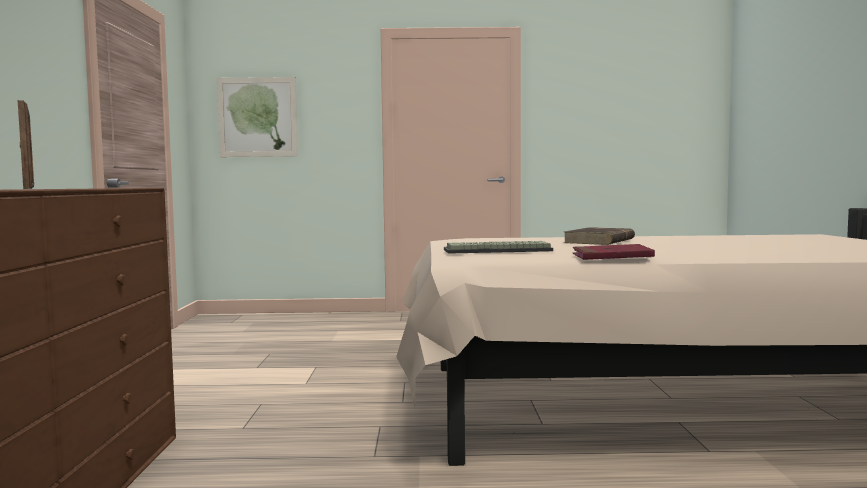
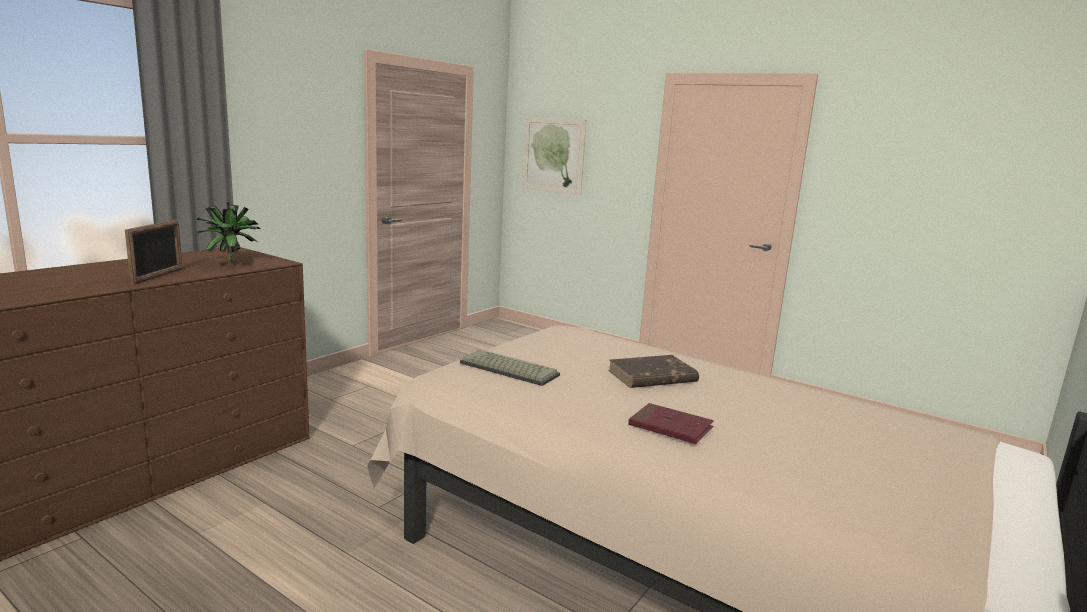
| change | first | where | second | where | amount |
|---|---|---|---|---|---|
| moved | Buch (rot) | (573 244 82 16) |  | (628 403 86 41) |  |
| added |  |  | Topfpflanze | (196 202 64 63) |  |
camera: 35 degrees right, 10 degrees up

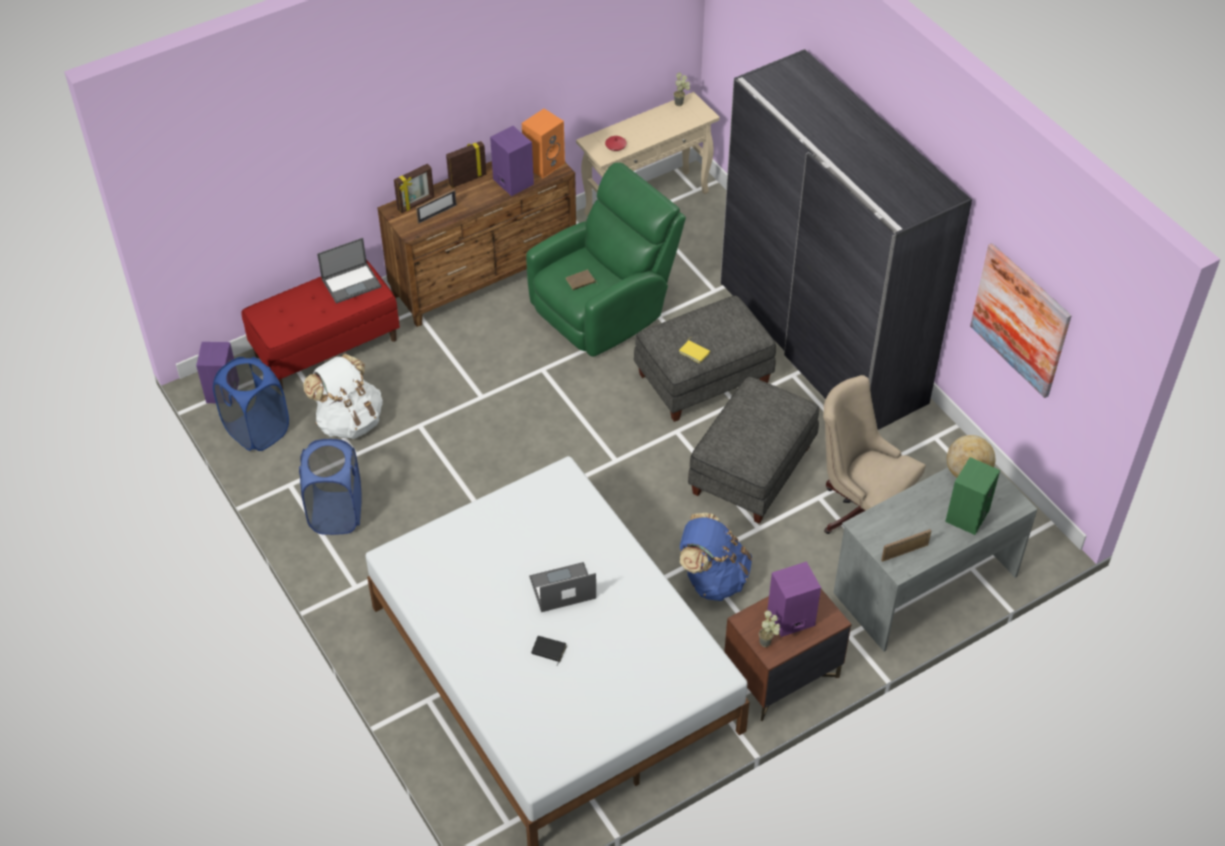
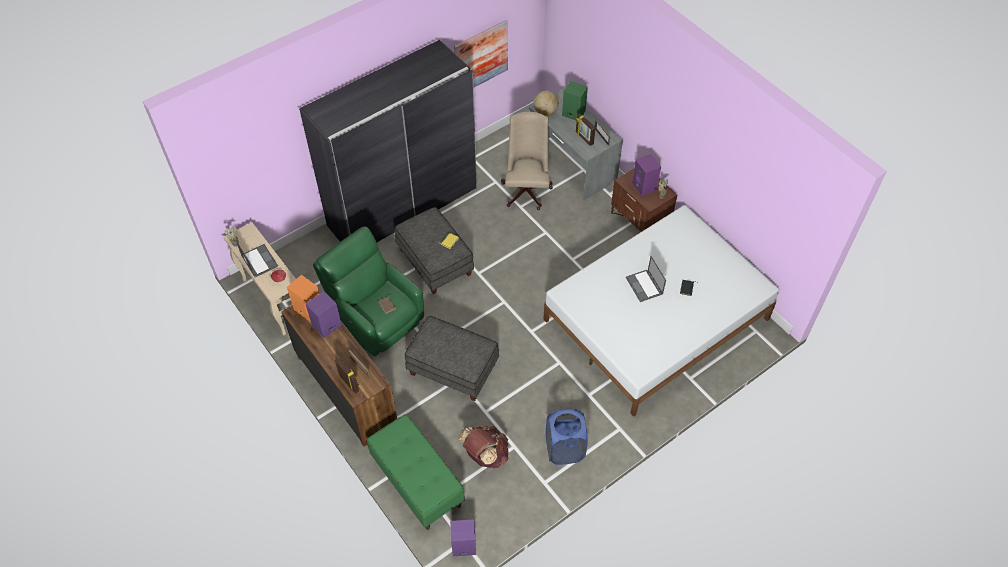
| change | first | where | second | where | amount |
|---|---|---|---|---|---|
| moved | Bilderrahmen | (446 141 40 47) |  | (576 113 20 33) |  |
| moved | Laptop | (317 238 64 66) |  | (236 241 42 36) |  |
| recoloured | Bank (rot) | (241 260 159 129) | Bank (grün) | (367 414 98 116) |  |
| recoloured | Rucksack (weiß) | (303 354 80 85) | Rucksack (braun) | (457 426 51 42) |  |
| removed | Wäschekorb (blau) | (213 357 76 94) |  |  |  |
| turned | Bürostuhl (beige) | (823 375 103 159) |  | (501 111 52 99) | 150 degrees clockwise |
| moved | Polsterhocker (grau) | (688 377 131 147) |  | (405 316 94 85) |  |
| removed | Rucksack (blau) | (680 513 72 88) |  |  |  |
camera: 95 degrees left, 5 degrees up

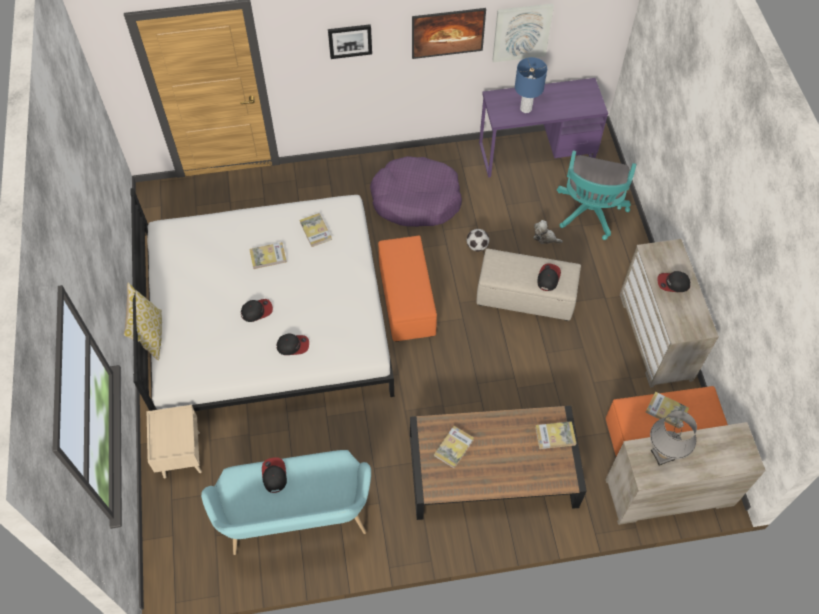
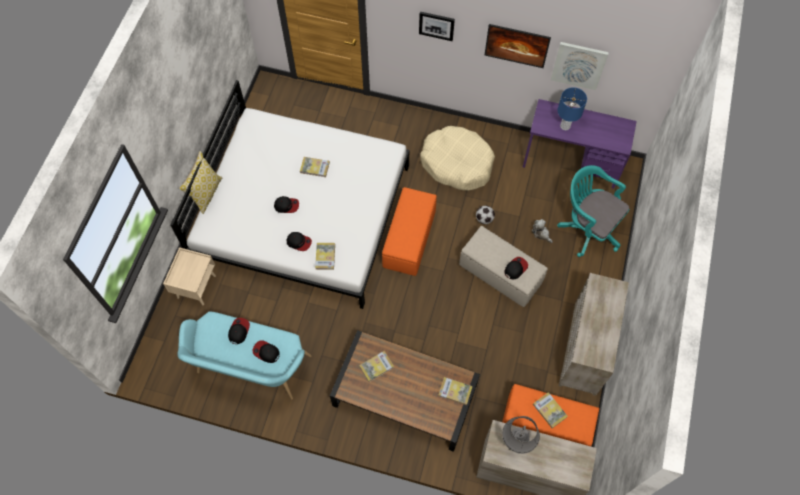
| change | first | where | second | where | amount |
|---|---|---|---|---|---|
| turned | Bürostuhl (türkis) | (557 150 79 90) |  | (557 165 72 92) | 90 degrees clockwise |
| recoloured | Hundebett (lila) | (370 156 92 71) | Hundebett (beige) | (420 126 75 65) |  |
| moved | Buch | (300 213 32 34) |  | (315 243 20 27) |  |
| moved | Kappe | (657 271 33 21) |  | (252 340 28 23) |  |
camera: 25 degrees right, 5 degrees up

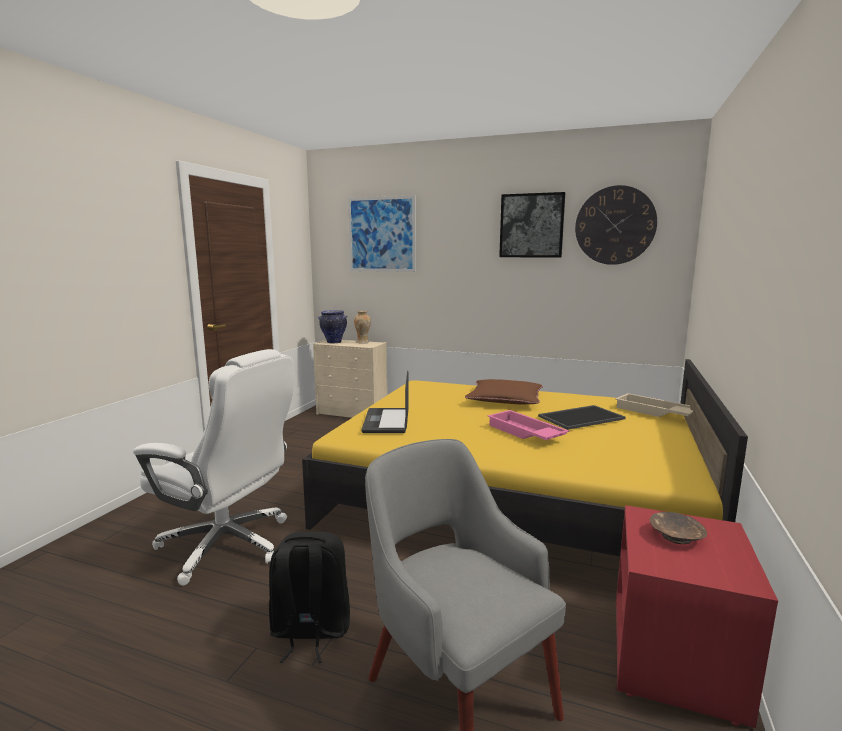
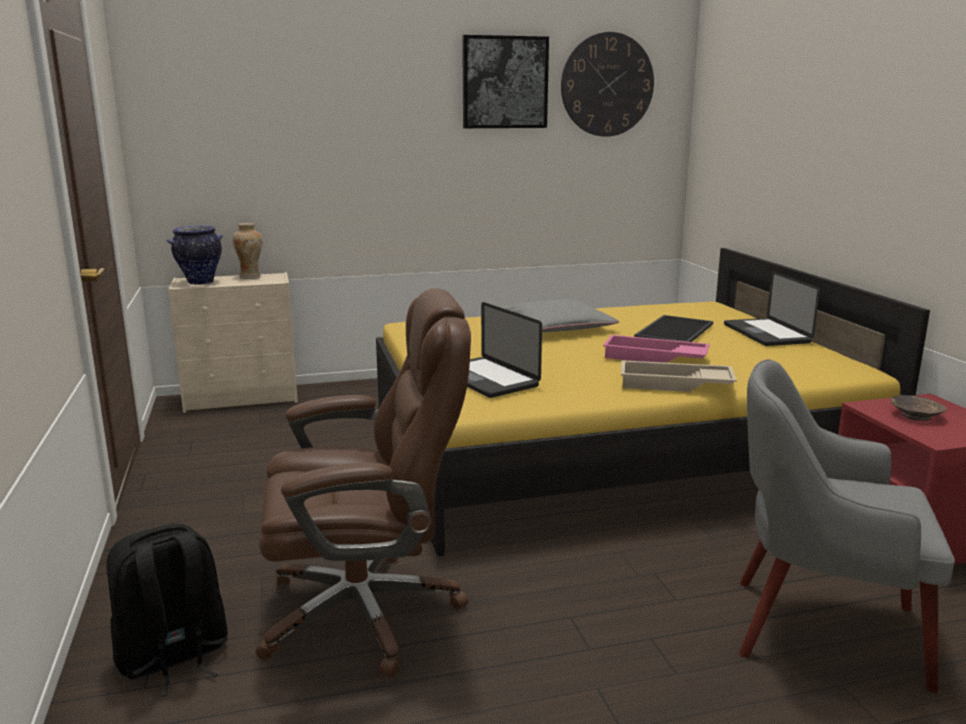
| change | first | where | second | where | amount |
|---|---|---|---|---|---|
| removed | Bild | (348 195 68 77) |  |  |  |
| recoloured | Bürostuhl (weiß) | (133 349 161 237) | Bürostuhl (braun) | (255 288 216 390) |  |
| recoloured | Kissen (braun) | (465 379 78 26) | Kissen (grau) | (501 299 118 33) |  |
| moved | Tablett (beige) | (615 393 78 24) |  | (621 360 116 32) |  |
| moved | Rucksack (schwarz) | (269 532 81 131) |  | (107 523 121 174) |  |
| added |  |  | Laptop | (724 271 96 75) |  |
camera: 35 degrees left, 5 degrees up

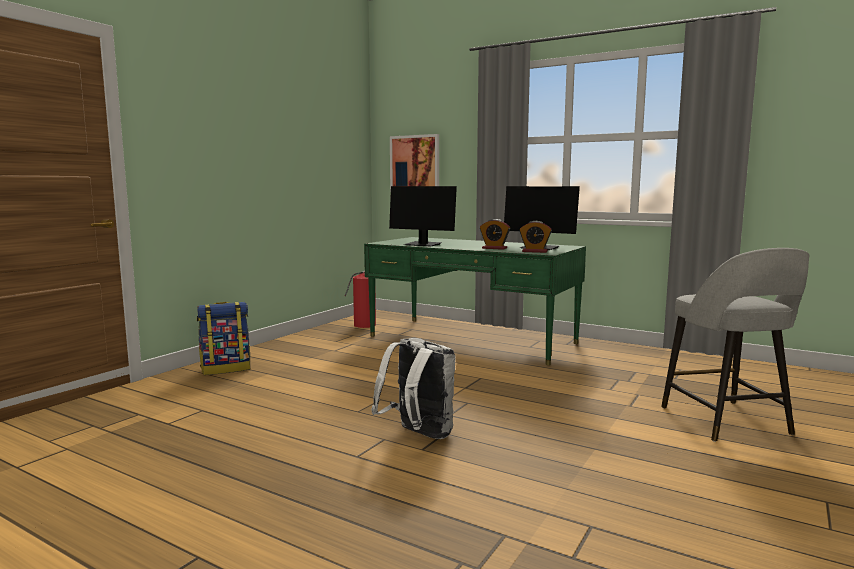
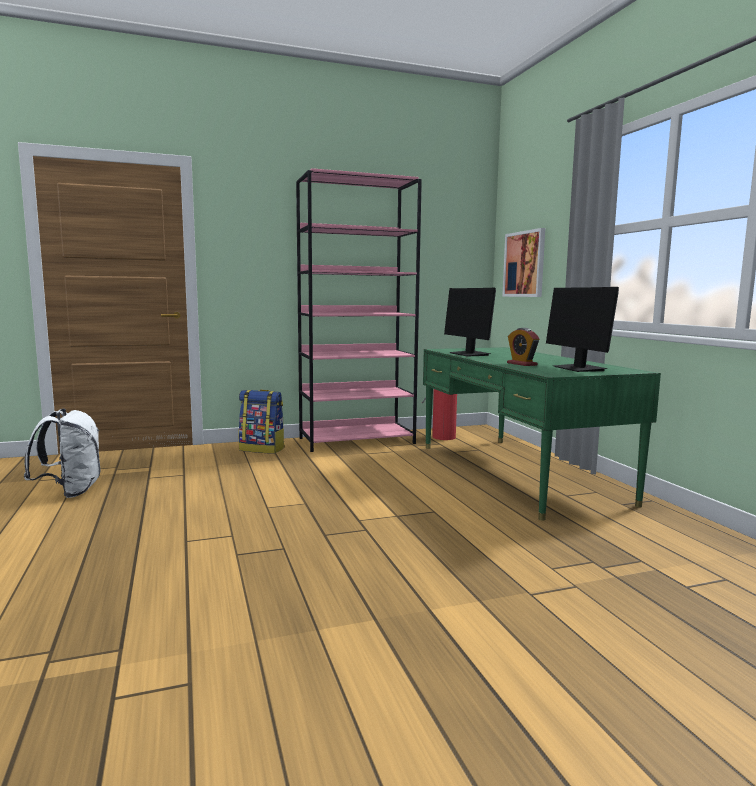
| change | first | where | second | where | amount |
|---|---|---|---|---|---|
| removed | Wecker | (519 221 33 32) |  |  |  |
| removed | Hocker (grau) | (661 248 149 194) |  |  |  |
| moved | Rucksack (weiß) | (371 338 84 101) |  | (24 409 76 89) |  |
| added |  |  | Bücherregal (rosa) | (296 168 126 284) |  |
camera: 40 degrees right, 0 degrees up

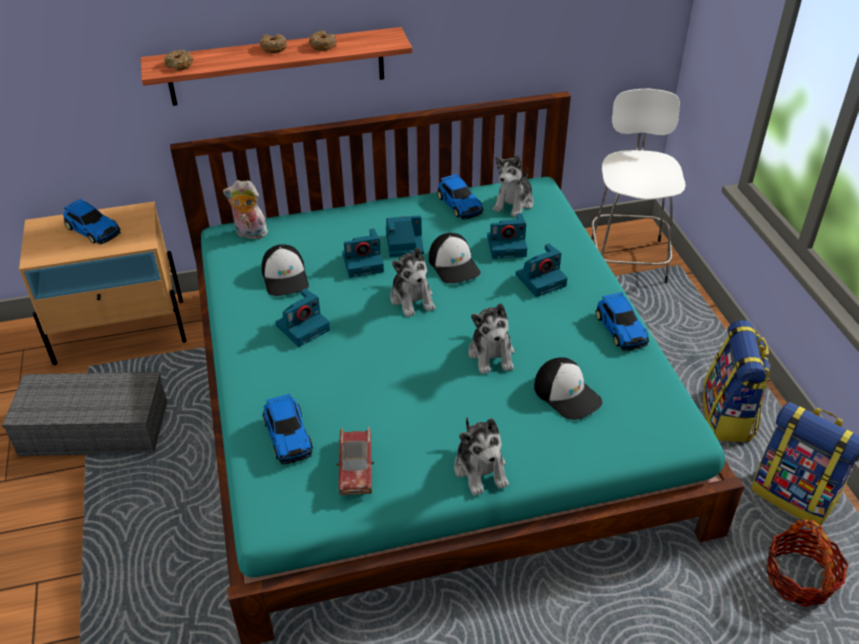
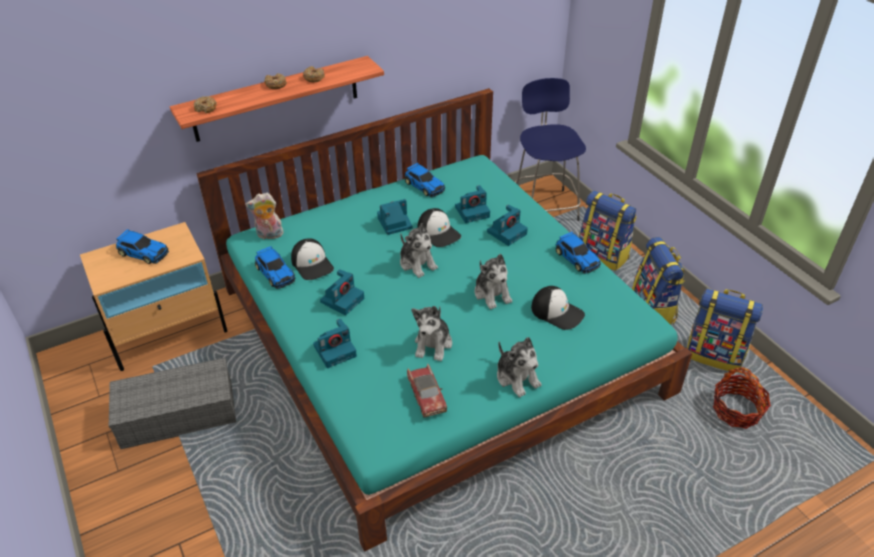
| change | first | where | second | where | amount |
|---|---|---|---|---|---|
| recoloured | Hocker (weiß) | (591 89 95 194) | Hocker (blau) | (515 78 71 143) |  |
| moved | Plüschtier | (493 155 41 62) |  | (412 306 40 55) |  |
| moved | Kamera | (342 229 42 49) |  | (313 319 44 49) |  |
| moved | Spielzeugauto | (262 394 51 70) |  | (255 246 40 43) |  |
| added |  |  | Rucksack | (579 190 58 81) |  |
camera: 15 degrees left, 0 degrees up

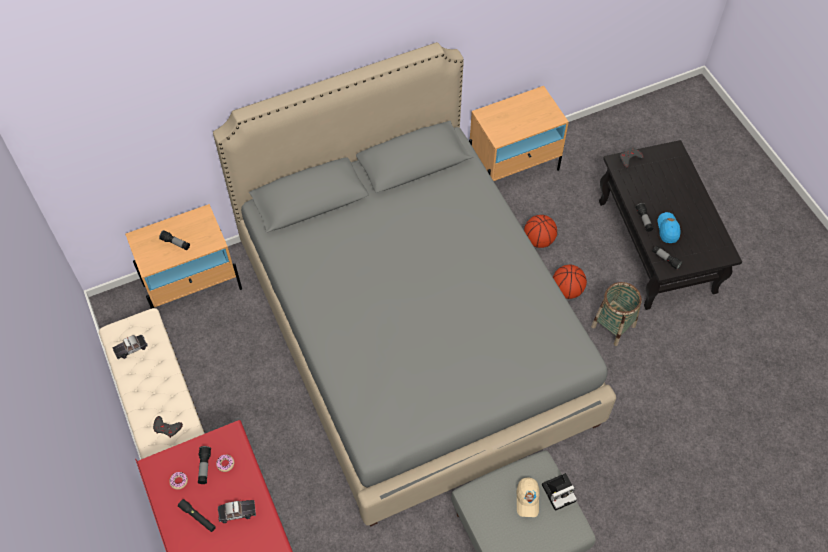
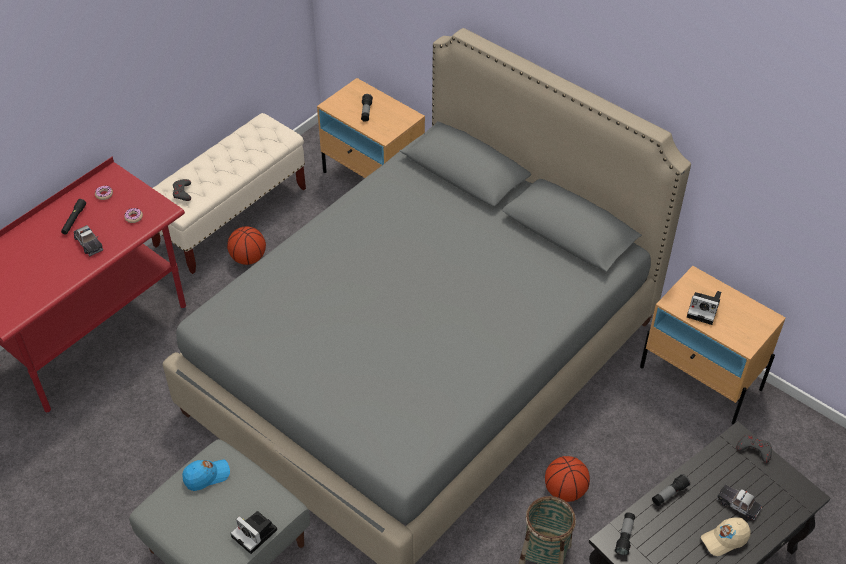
| change | first | where | second | where | amount |
|---|---|---|---|---|---|
| moved | Kappe (blau) | (658 212 23 31) |  | (182 460 48 31) |  |
| moved | Basketball | (524 215 33 33) |  | (227 226 39 39) |  |
| moved | Spielzeugauto | (113 335 35 24) |  | (717 485 45 35) |  |
| removed | Taschenlampe | (198 446 13 38) |  |  |  |
| moved | Kappe (beige) | (516 477 23 40) |  | (701 518 50 38) |  |
| added |  |  | Kamera | (687 291 34 34) |  |
camera: 65 degrees right, 10 degrees down

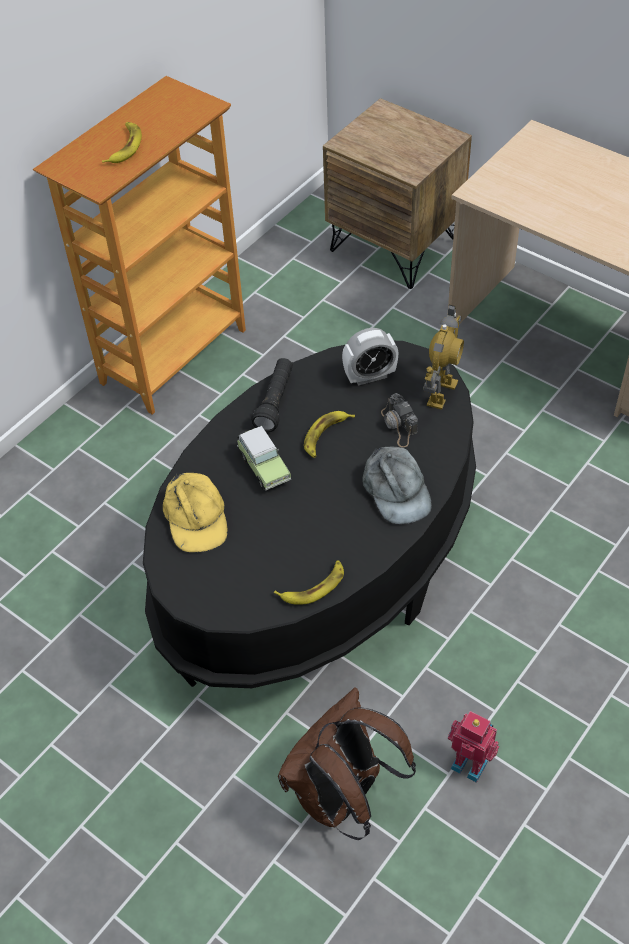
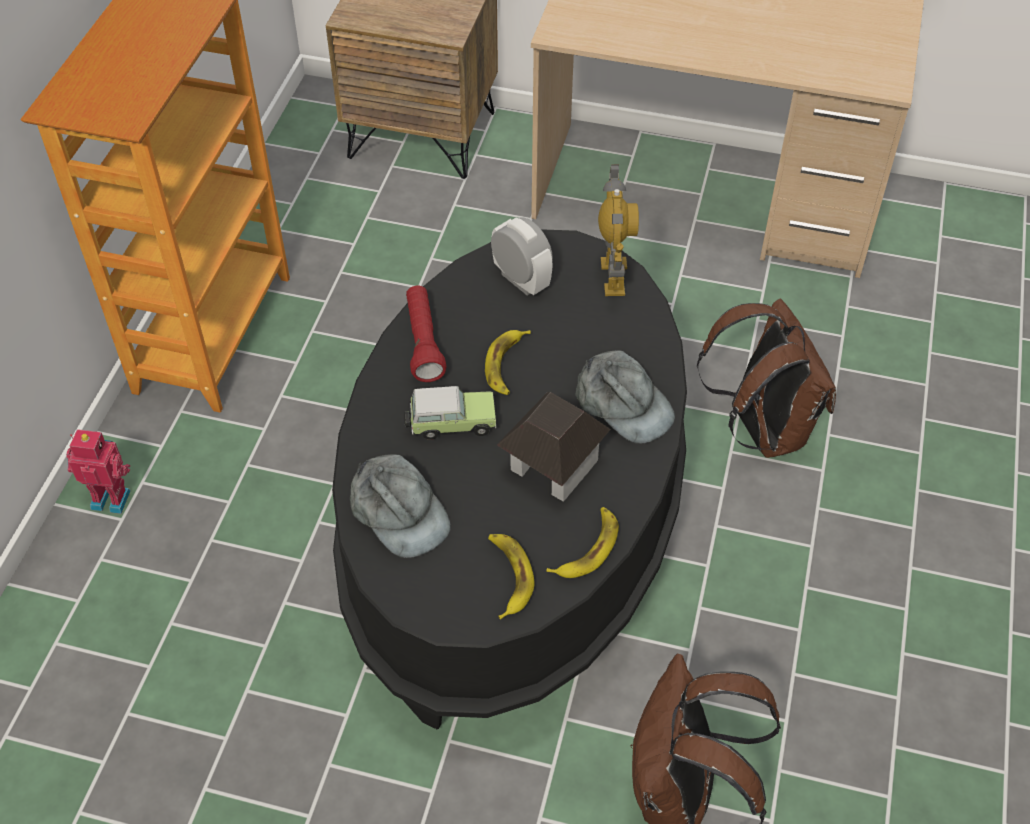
| change | first | where | second | where | amount |
|---|---|---|---|---|---|
| moved | Banane | (102 122 40 41) |  | (488 534 46 85) |  |
| turned | Wecker | (342 328 56 58) |  | (491 217 62 79) | 90 degrees counterclockwise |
| recoloured | Taschenlampe (schwarz) | (251 358 42 74) | Taschenlampe (rot) | (406 286 41 96) |  |
| removed | Kamera | (381 393 37 55) |  |  |  |
| turned | Spielzeugauto | (237 426 54 64) |  | (404 386 92 54) | 45 degrees counterclockwise |
| recoloured | Kappe (gelb) | (163 473 65 79) | Kappe (grau) | (350 454 101 104) |  |
| moved | Spielzeugroboter | (448 711 51 72) |  | (66 429 65 85) |  |
| added |  |  | Rucksack (braun) | (697 299 139 159) |  |
| added |  |  | Spielzeughaus | (497 392 114 110) |  |
camera: 25 degrees left, 0 degrees up

